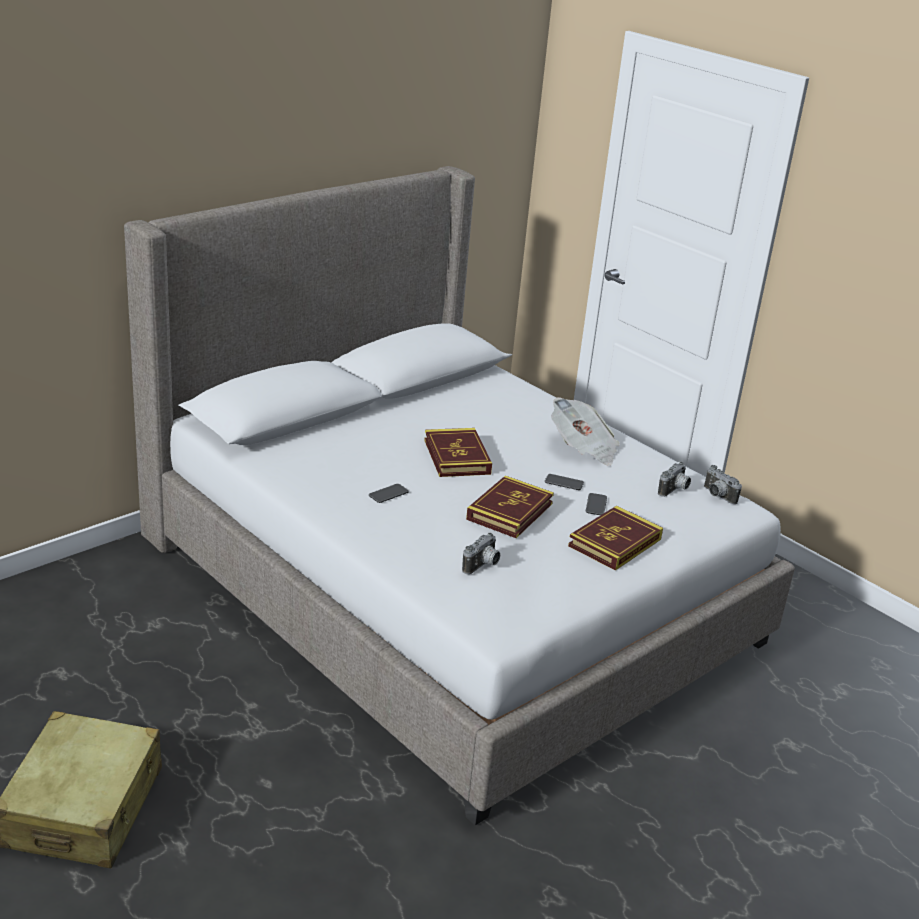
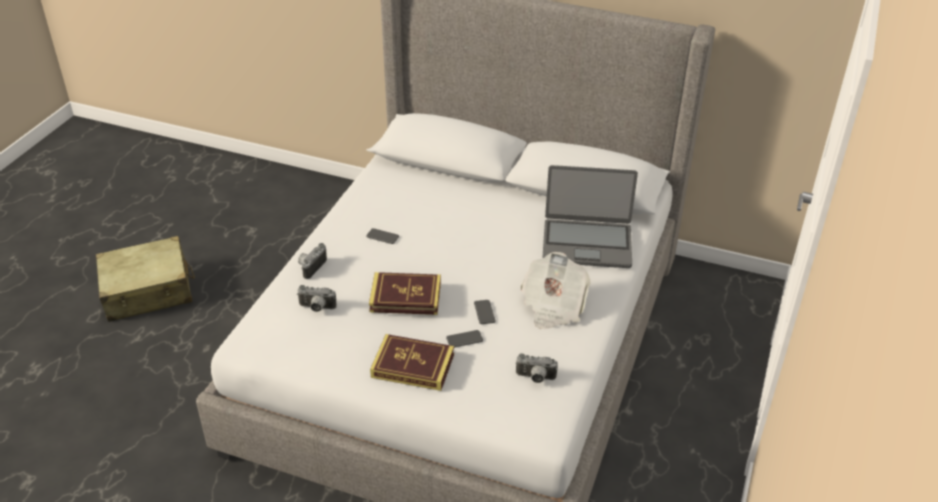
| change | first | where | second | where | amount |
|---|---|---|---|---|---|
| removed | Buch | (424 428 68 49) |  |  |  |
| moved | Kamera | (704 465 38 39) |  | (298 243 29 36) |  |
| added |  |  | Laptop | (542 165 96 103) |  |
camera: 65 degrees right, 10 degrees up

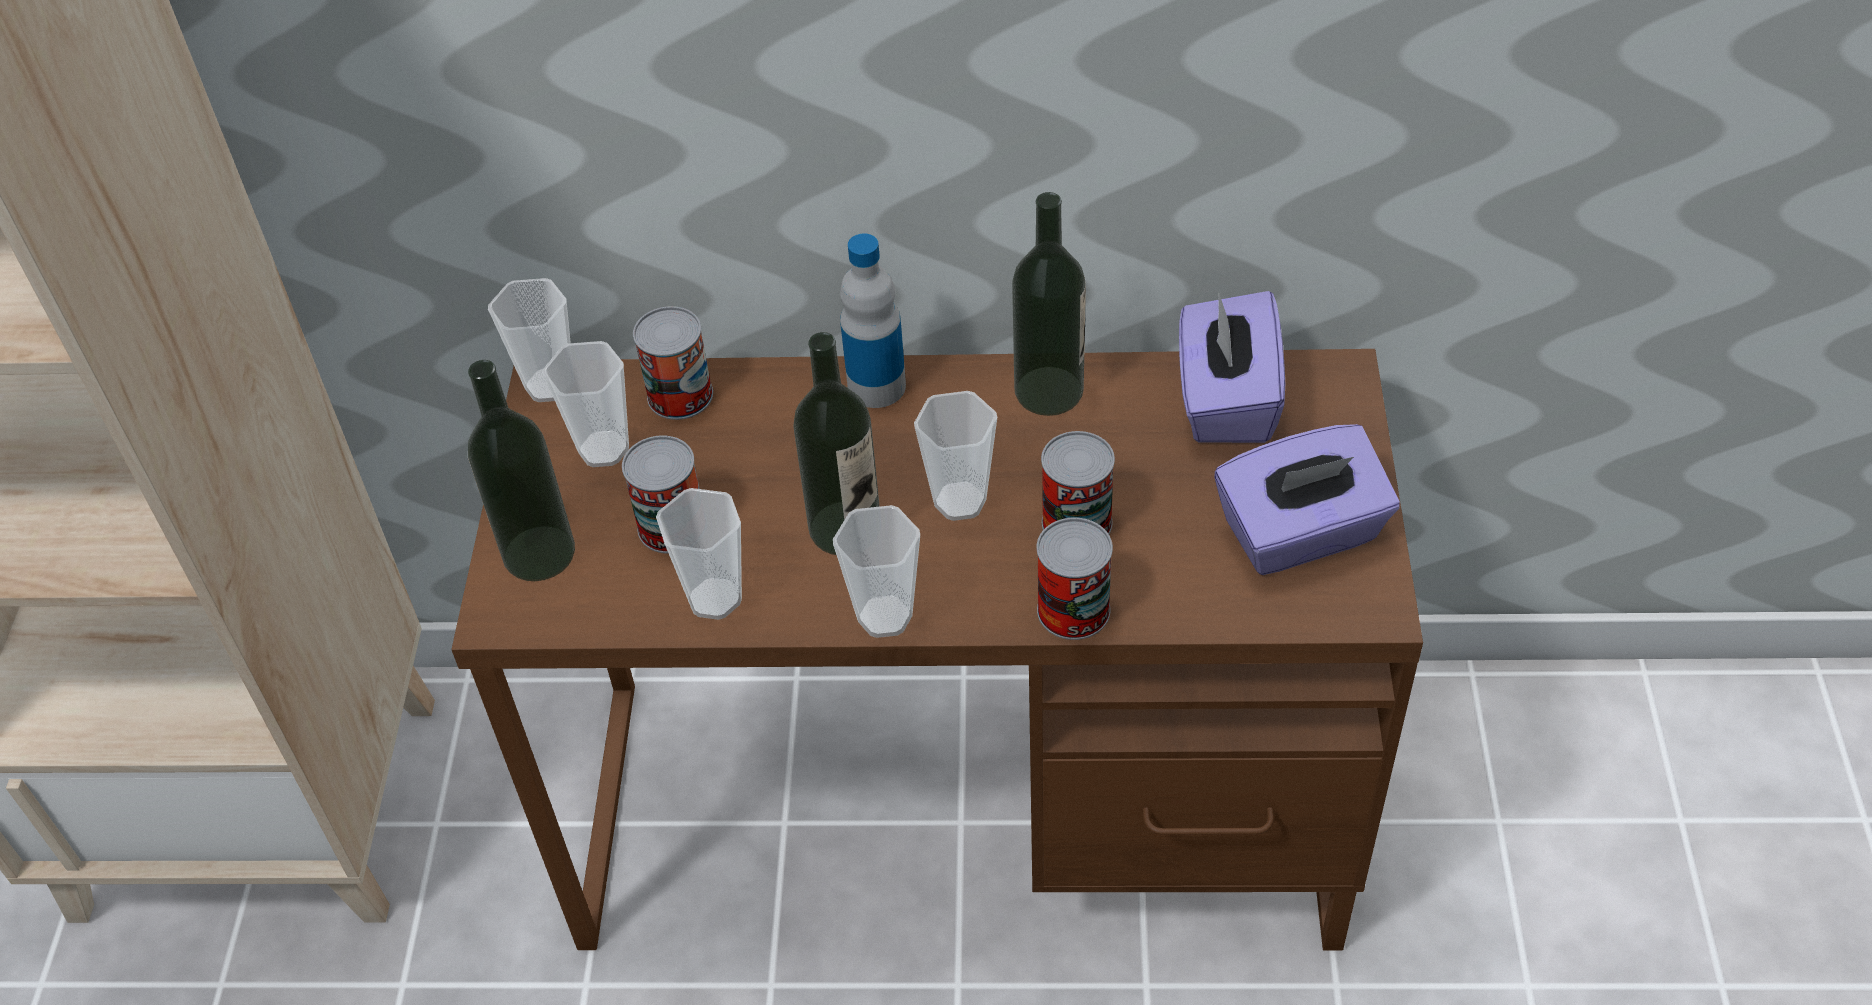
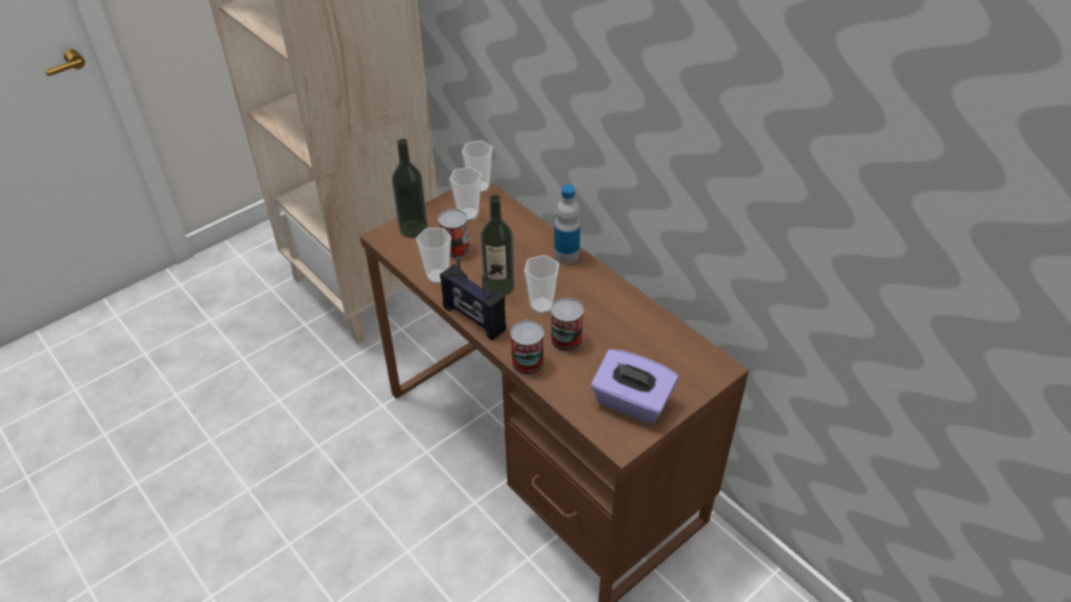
| change | first | where | second | where | amount |
|---|---|---|---|---|---|
| removed | Flasche | (1012 192 74 224) |  |  |  |
| removed | Taschentuchbox (lila) | (1179 291 106 152) |  |  |  |
| removed | Dose | (633 306 80 114) |  |  |  |
| replaced | Tasse | (833 505 87 133) | Radio | (440 257 66 84) |  |
camera: 45 degrees right, 5 degrees down

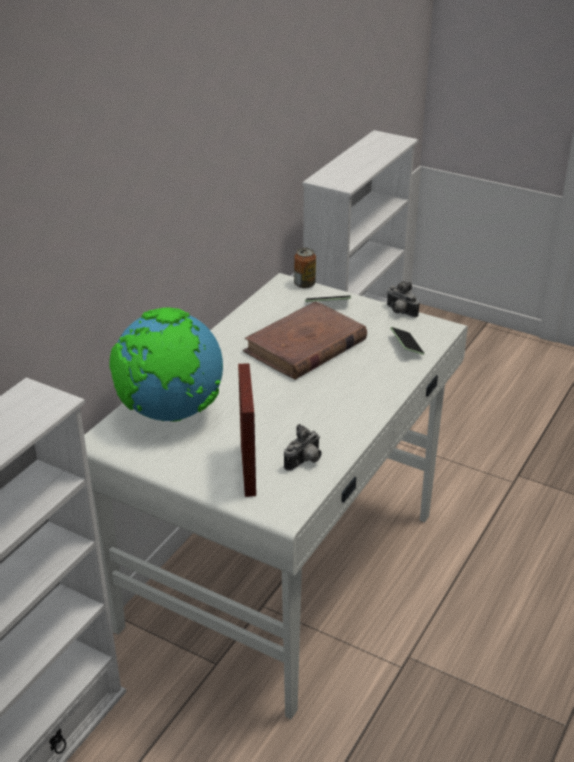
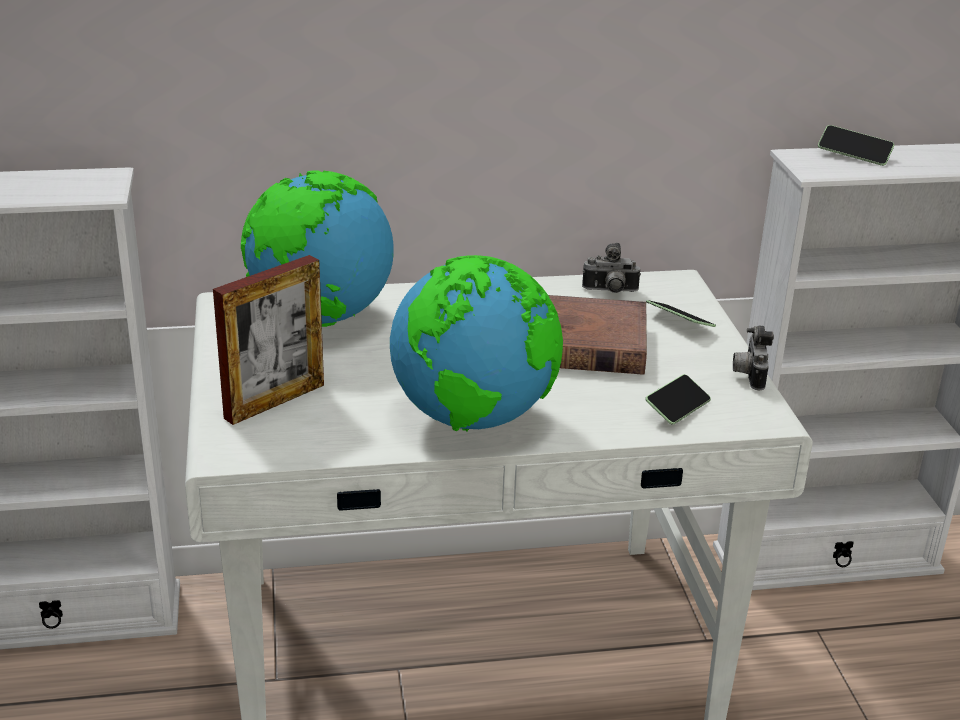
| change | first | where | second | where | amount |
|---|---|---|---|---|---|
| removed | Dose | (294 248 22 40) |  |  |  |
| moved | Kamera | (284 424 38 47) |  | (582 243 59 50) |  |
| added |  |  | Handy | (818 125 76 41) |  |
| added |  |  | Globus | (390 255 173 176) |  |
camera: 50 degrees right, 5 degrees down

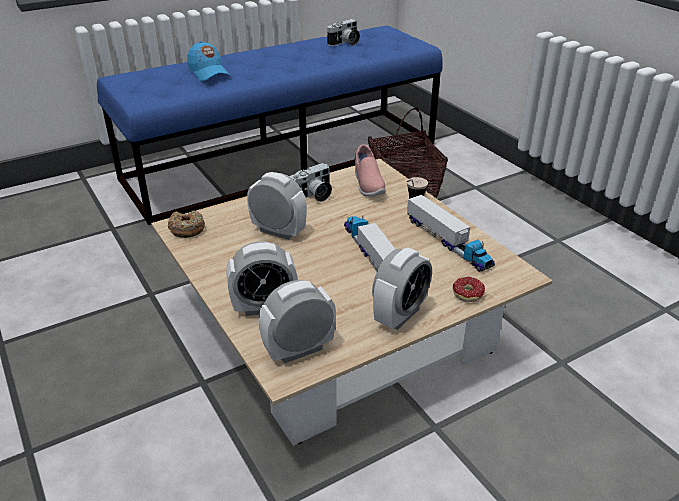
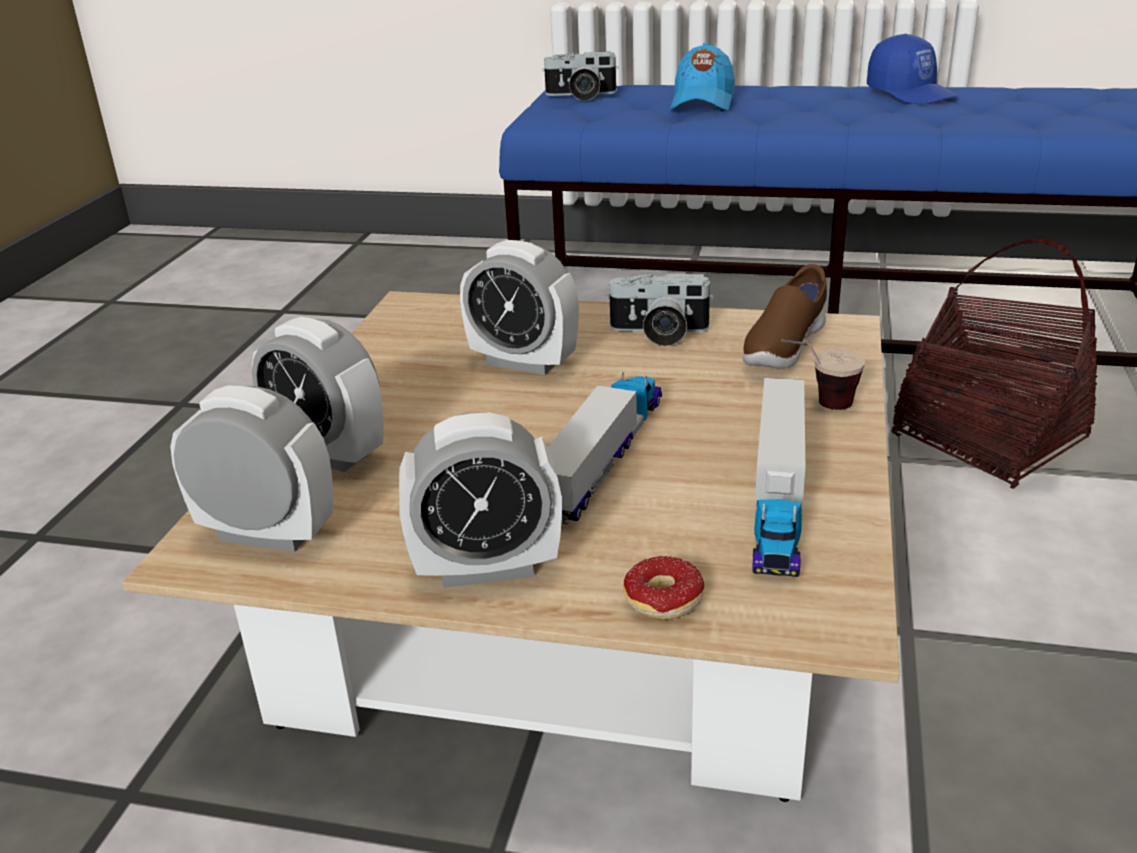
| change | first | where | second | where | amount |
|---|---|---|---|---|---|
| moved | Kamera | (327 19 33 27) |  | (542 51 77 50) |  |
| recoloured | Schuh (rosa) | (355 144 31 53) | Schuh (braun) | (742 264 85 105) |  |
| turned | Wecker | (247 172 60 68) |  | (460 240 119 135) | 135 degrees clockwise |
| removed | Donut | (168 211 37 27) |  |  |  |
| added |  |  | Kappe (blau) | (867 34 91 70) |  |
camera: 45 degrees right, 5 degrees down

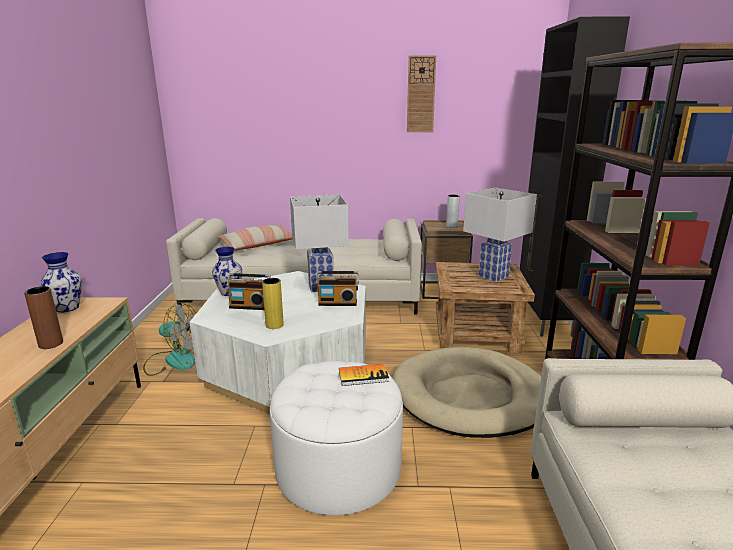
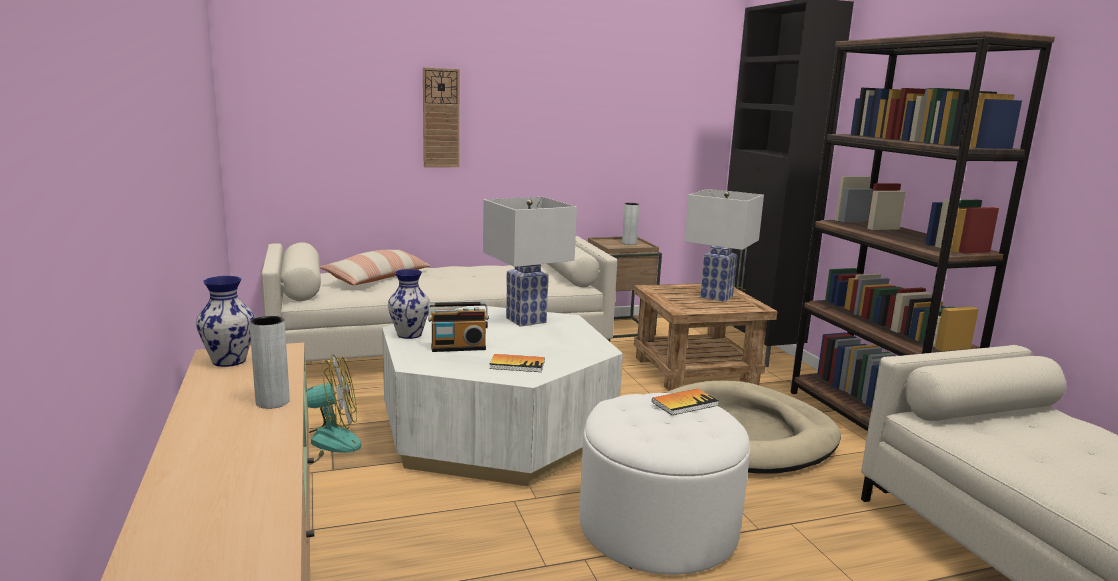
| change | first | where | second | where | amount |
|---|---|---|---|---|---|
| moved | Wanduhr | (407 55 29 77) |  | (423 67 37 100) |  |
| removed | Radio | (316 271 43 35) |  |  |  |
| replaced | Vase (gelb) | (262 278 22 51) | Buch | (489 354 56 18) |  |
| recoloured | Vase (braun) | (24 286 39 63) | Vase (grau) | (249 316 41 93) |  |
camera: 20 degrees left, 5 degrees down

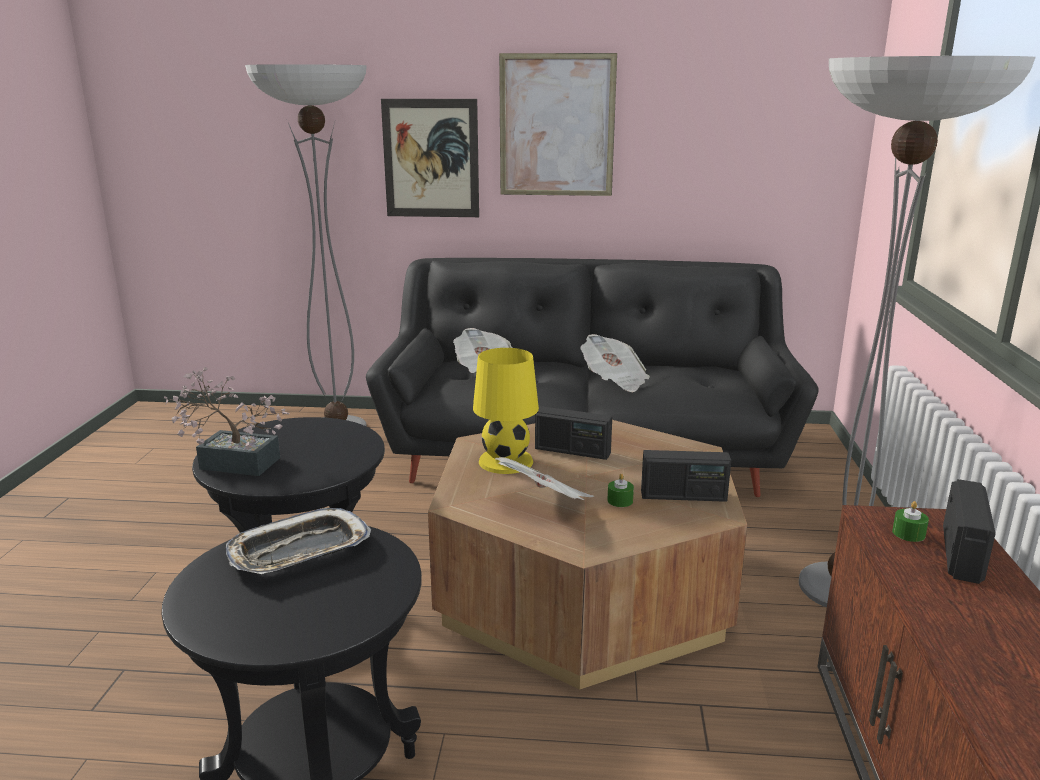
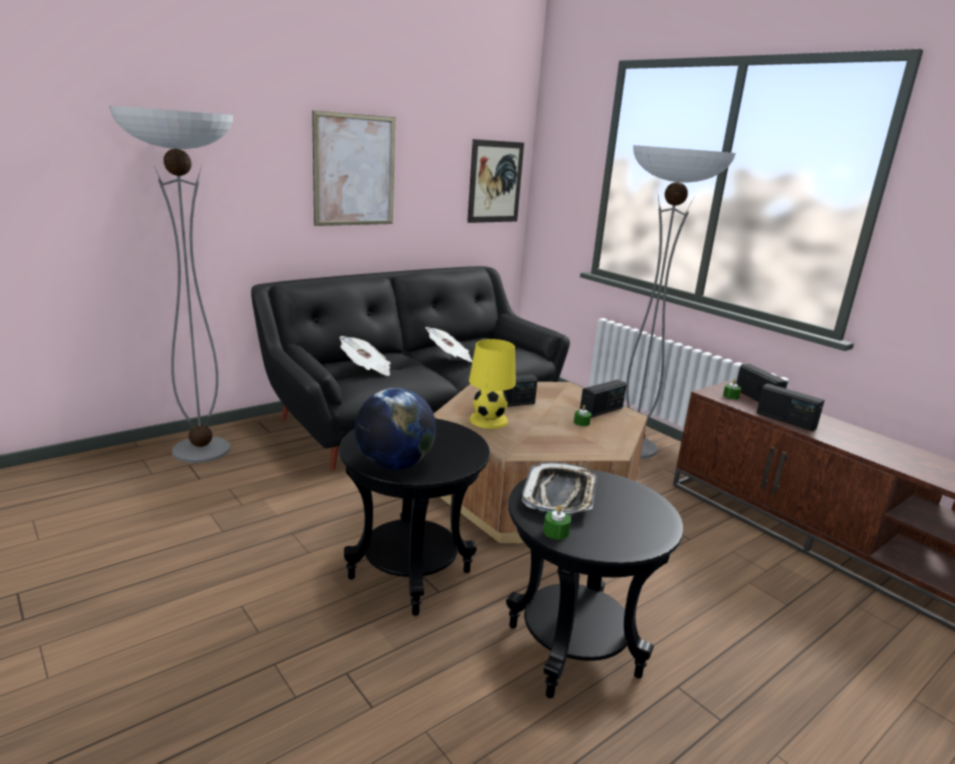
| change | first | where | second | where | amount |
|---|---|---|---|---|---|
| moved | Bild | (381 99 98 118) |  | (467 139 57 84) |  |
| replaced | Topfpflanze | (164 367 126 109) | Globus | (355 388 81 82) |  |
| removed | Zeitung | (495 457 99 43) |  |  |  |
| added |  |  | Radio | (757 383 68 48) |  |
| added |  |  | Kerze (grün) | (543 505 28 35) |  |
camera: 45 degrees left, 0 degrees up

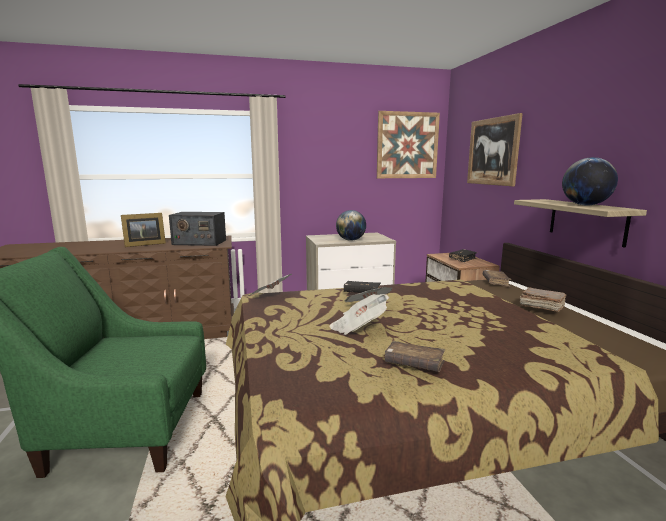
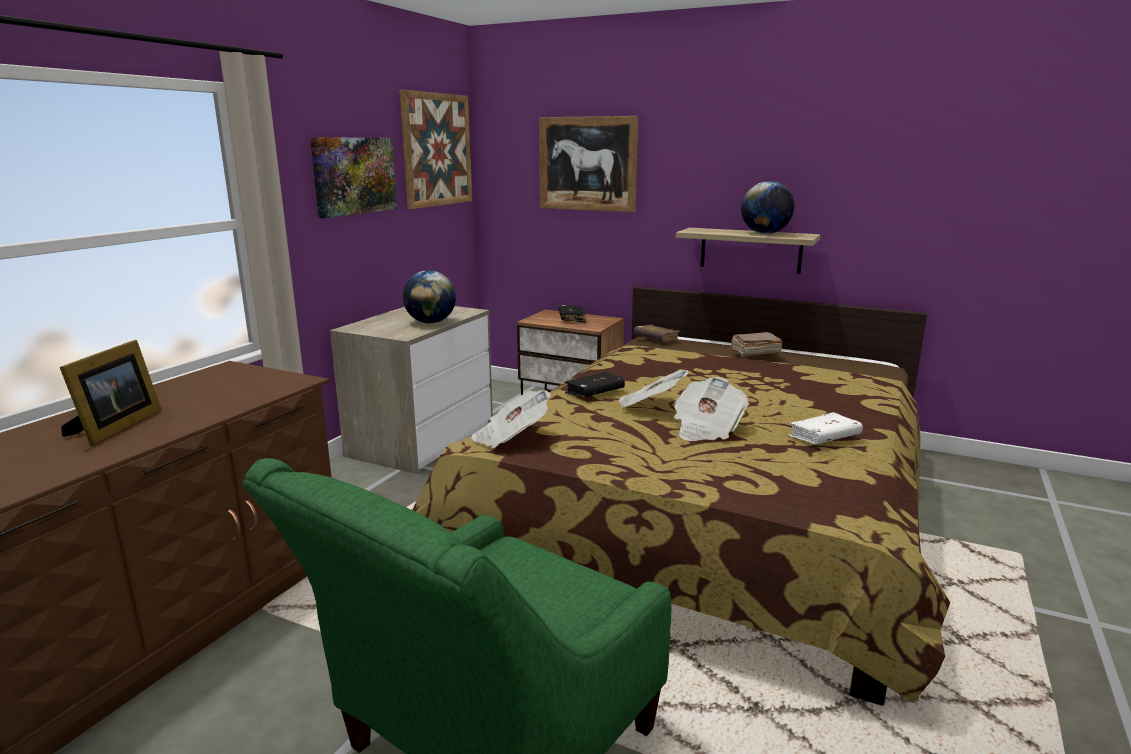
| change | first | where | second | where | amount |
|---|---|---|---|---|---|
| removed | Radio | (169 212 57 34) |  |  |  |
| recoloured | Buch (braun) | (385 341 60 31) | Buch (weiß) | (788 412 75 32) |  |
| added |  |  | Bild | (310 137 87 81) |  |
camera: 50 degrees left, 5 degrees up

